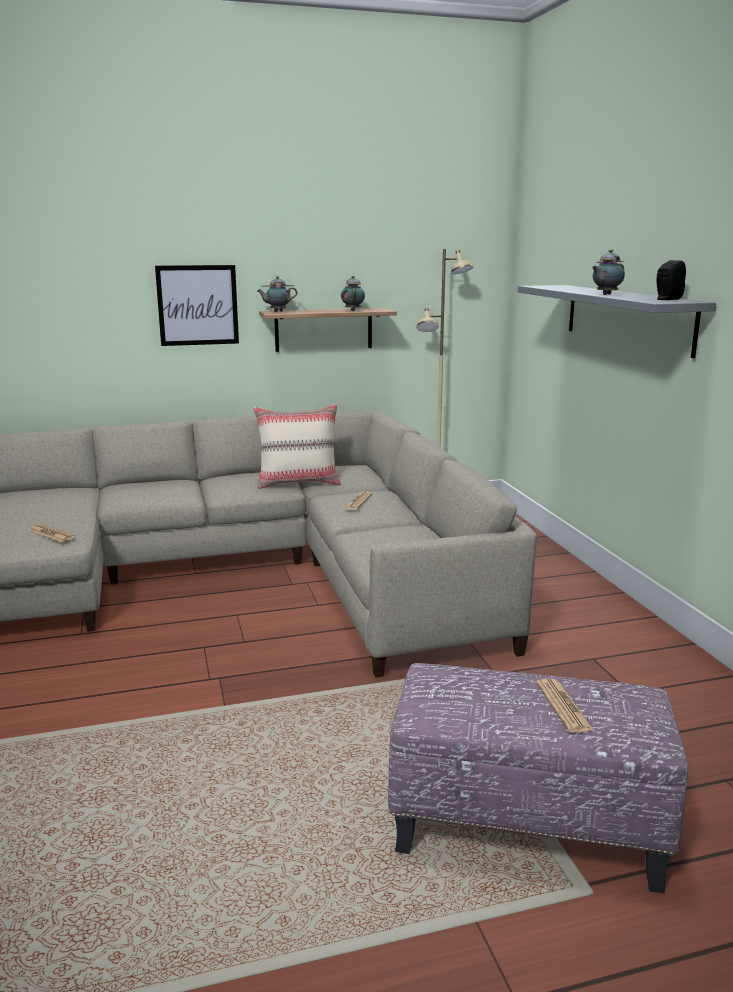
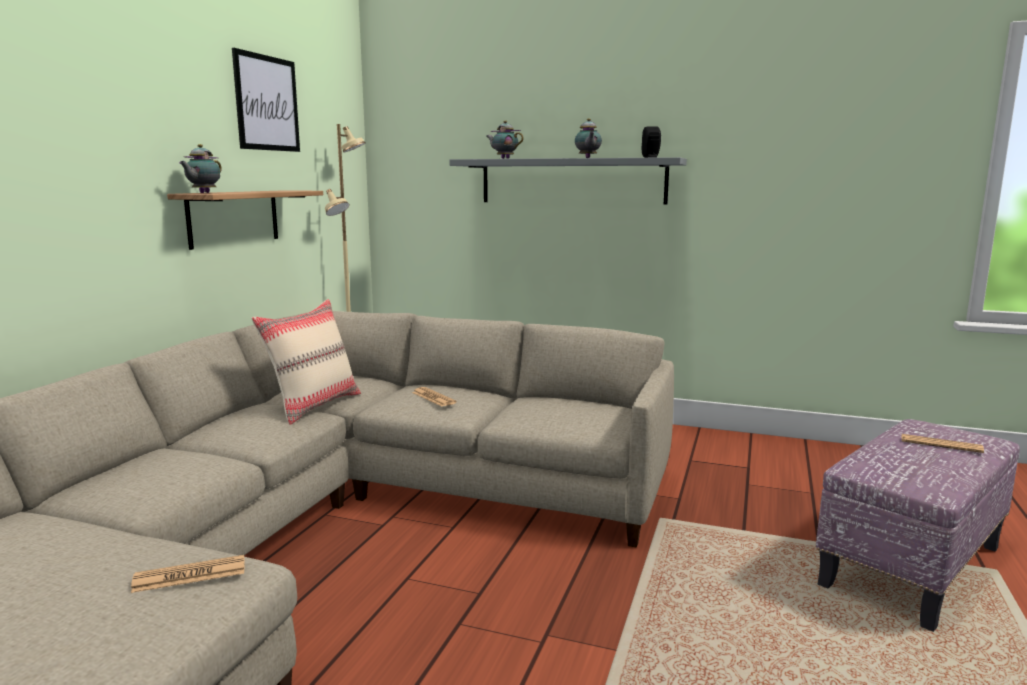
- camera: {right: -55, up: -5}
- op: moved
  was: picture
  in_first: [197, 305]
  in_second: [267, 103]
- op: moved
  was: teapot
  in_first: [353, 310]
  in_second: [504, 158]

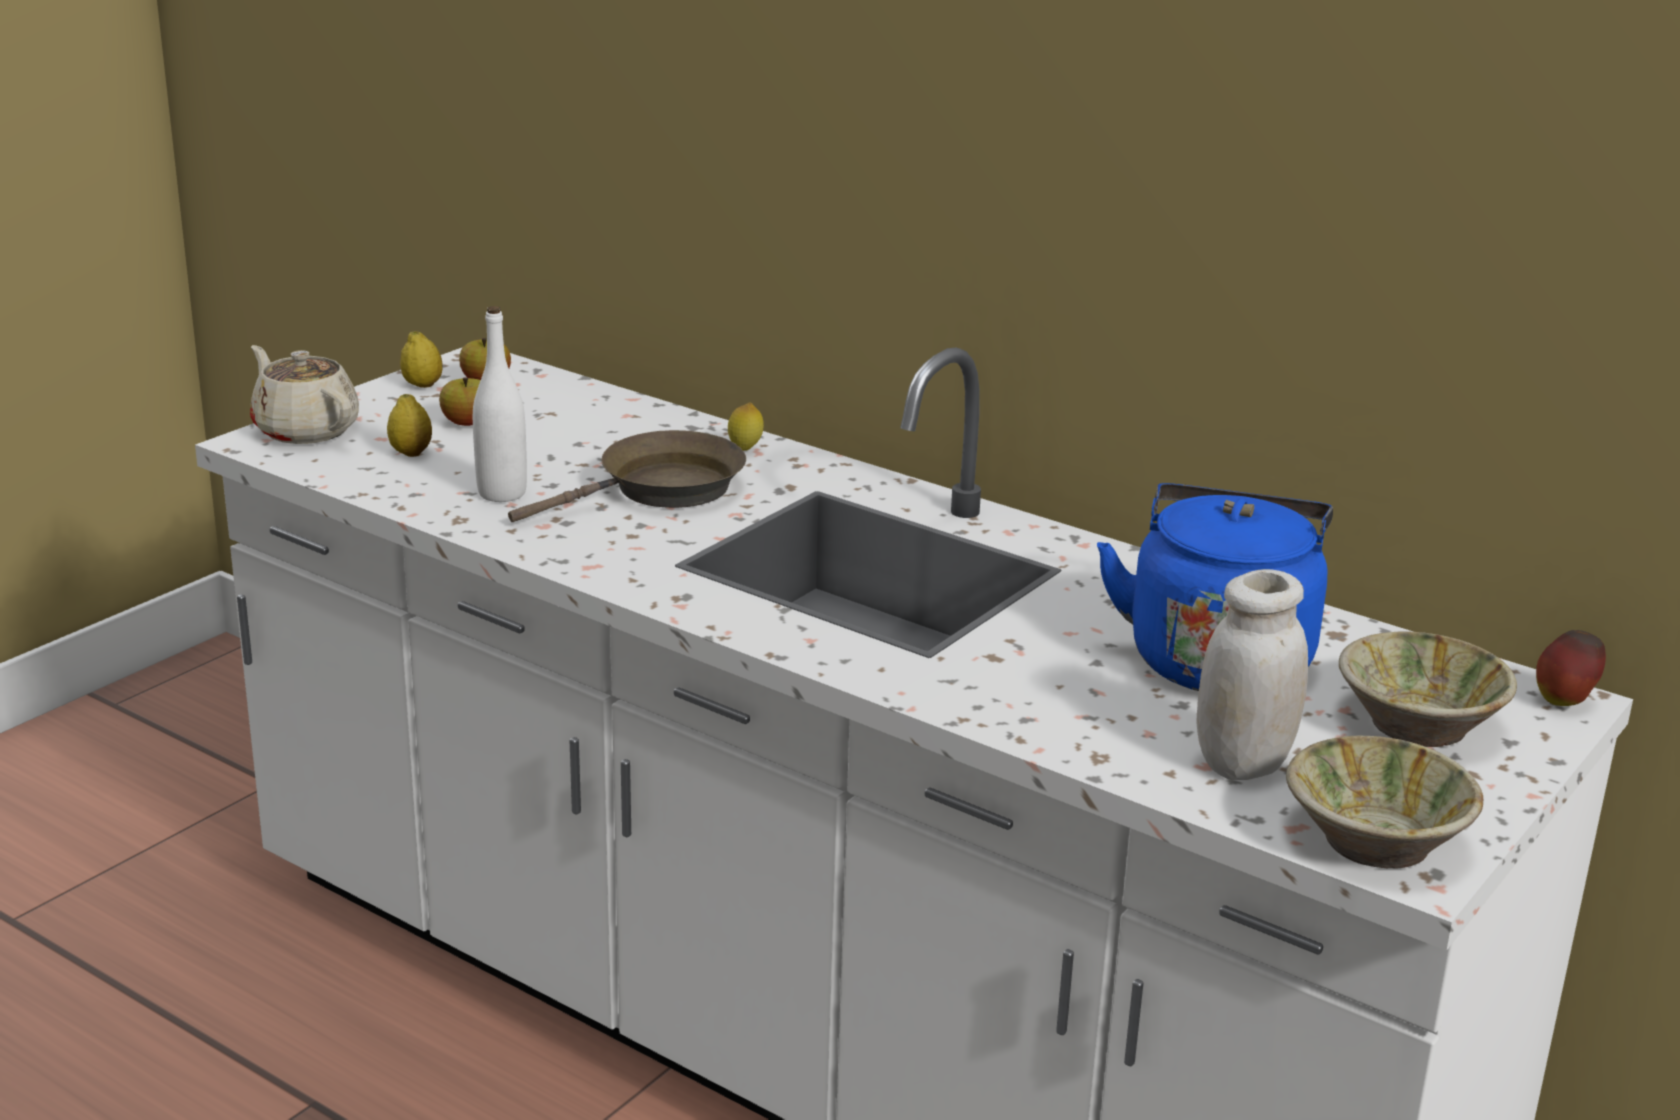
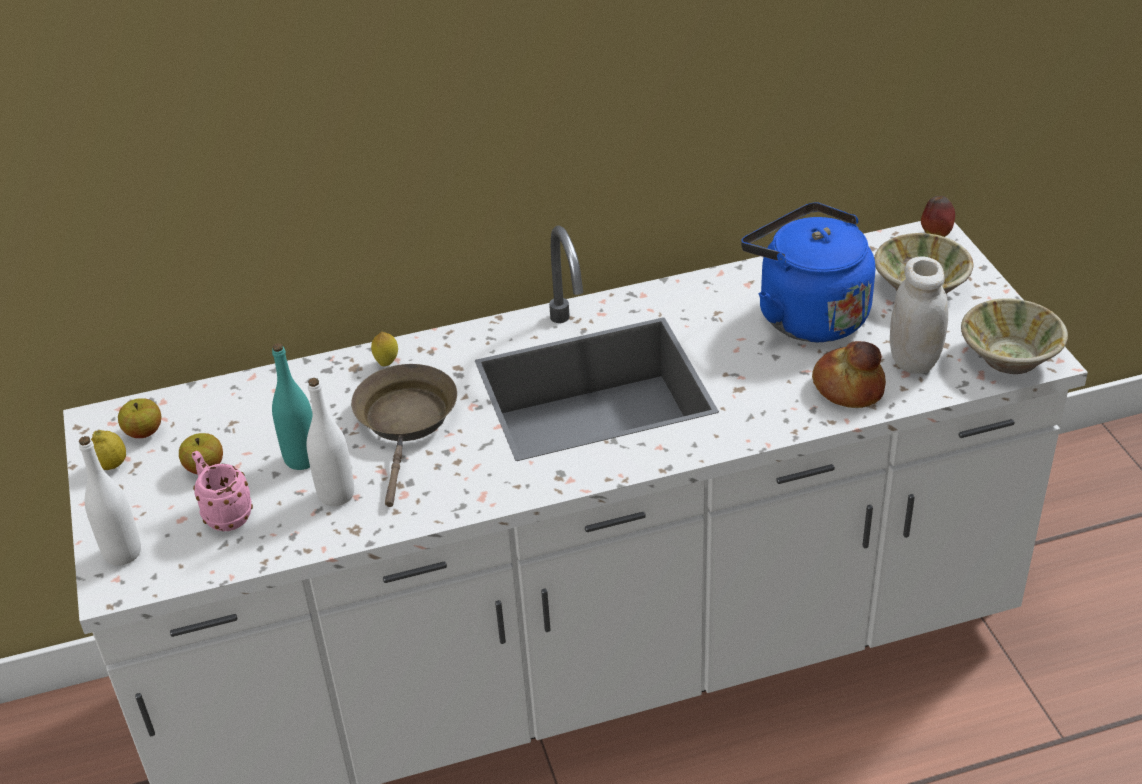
- camera: {right: -50, up: 15}
- op: added
  now: bottle/turquoise
  in_second: [302, 459]
- op: added
  now: bread
  in_second: [848, 387]
- op: replaced
  was: teapot/beige
  now: bottle/white
  in_first: [305, 430]
  in_second: [123, 553]
- op: replaced
  was: lemon
  now: mug/pink
  in_first: [411, 453]
  in_second: [224, 513]

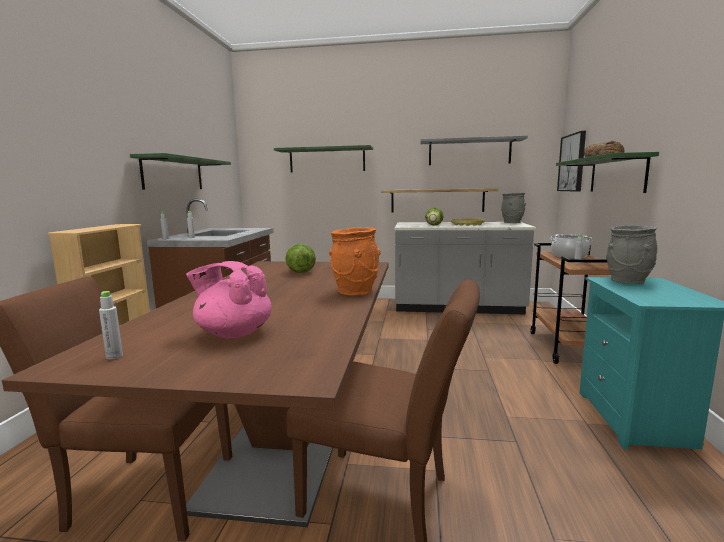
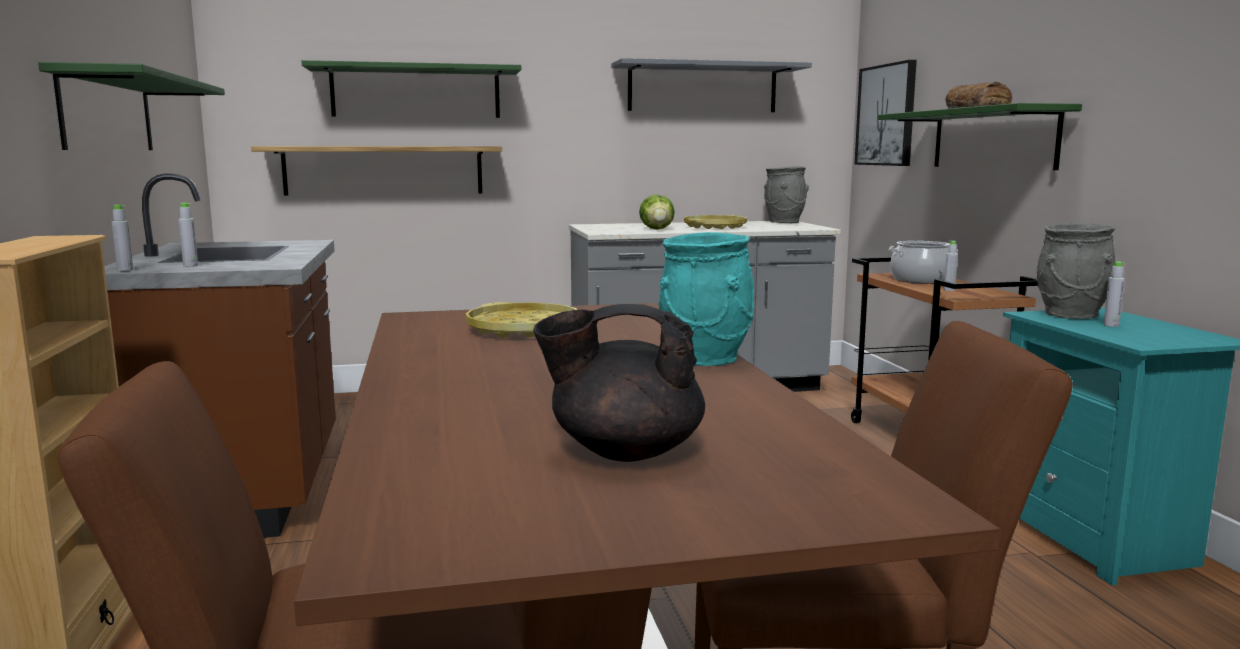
- camera: {right: -20, up: 0}
- op: moved
  was: bottle/grey
  in_first: [114, 356]
  in_second: [1111, 325]
- op: moved
  was: shelf
  in_first: [437, 200]
  in_second: [384, 170]
- op: replaced
  was: lettuce
  now: tray/yellow
  in_first: [300, 272]
  in_second: [523, 329]
- op: recoloured
  was: teapot/pink
  now: teapot/black
  in_first: [233, 333]
  in_second: [624, 451]
- op: recoloured
  was: vase/orange
  now: vase/turquoise
  in_first: [355, 291]
  in_second: [704, 359]

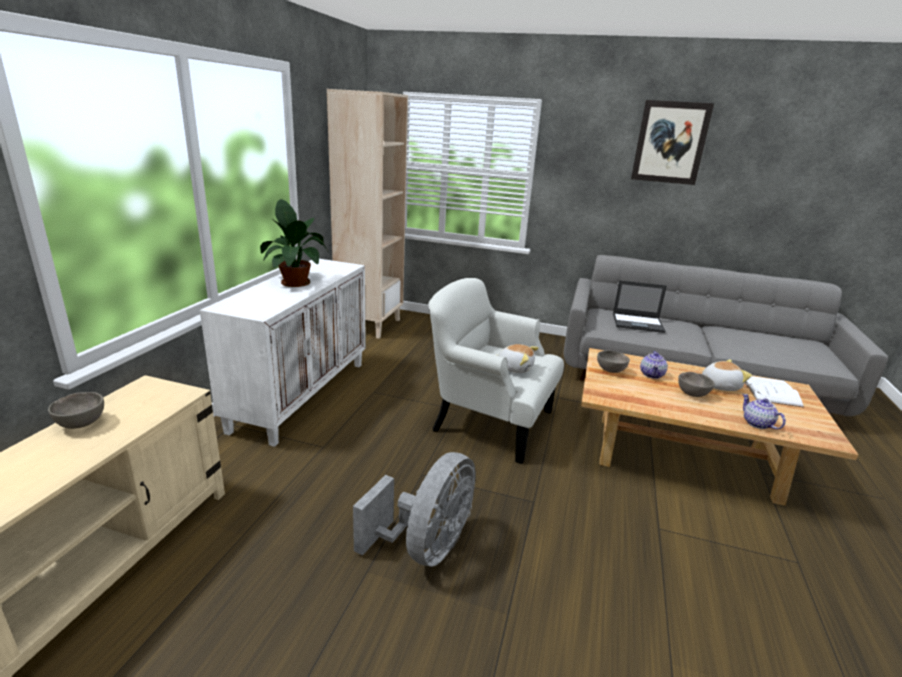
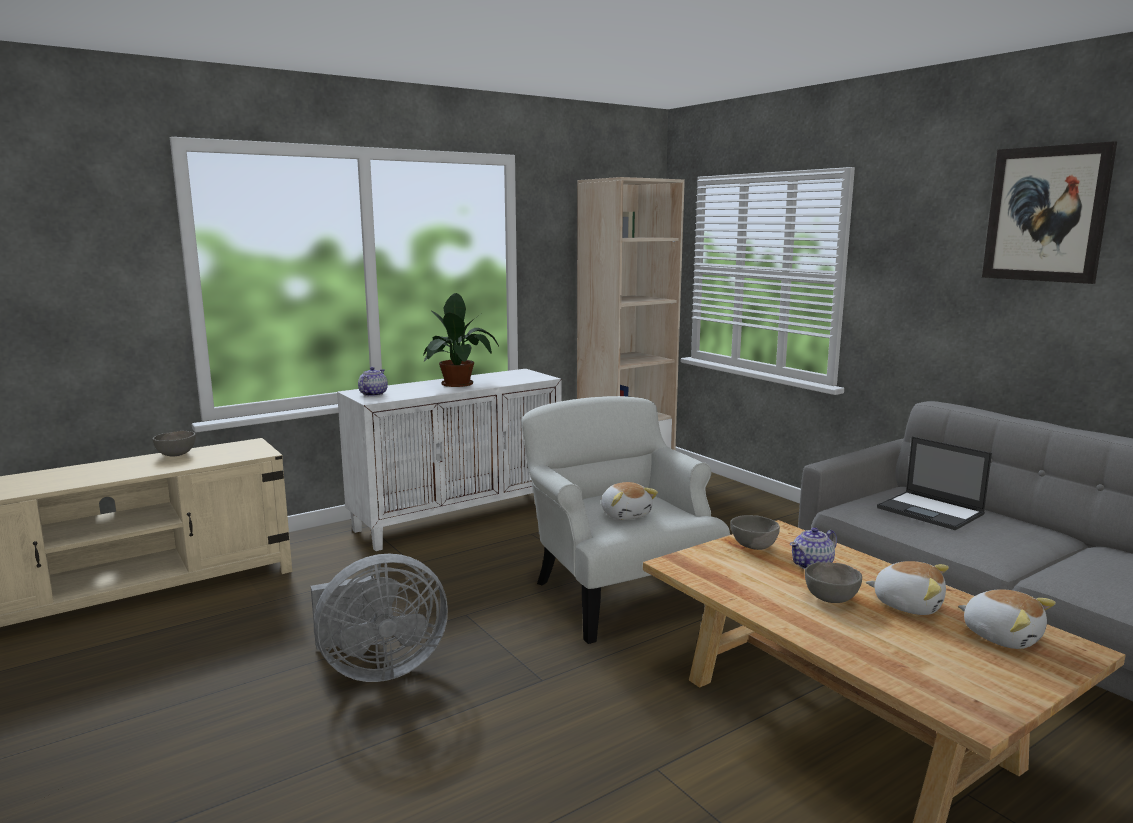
- camera: {right: 40, up: -10}
- op: moved
  was: teapot
  in_first: [757, 424]
  in_second: [373, 394]
- op: replaced
  was: book/white
  now: plush toy
  in_first: [770, 391]
  in_second: [1002, 636]

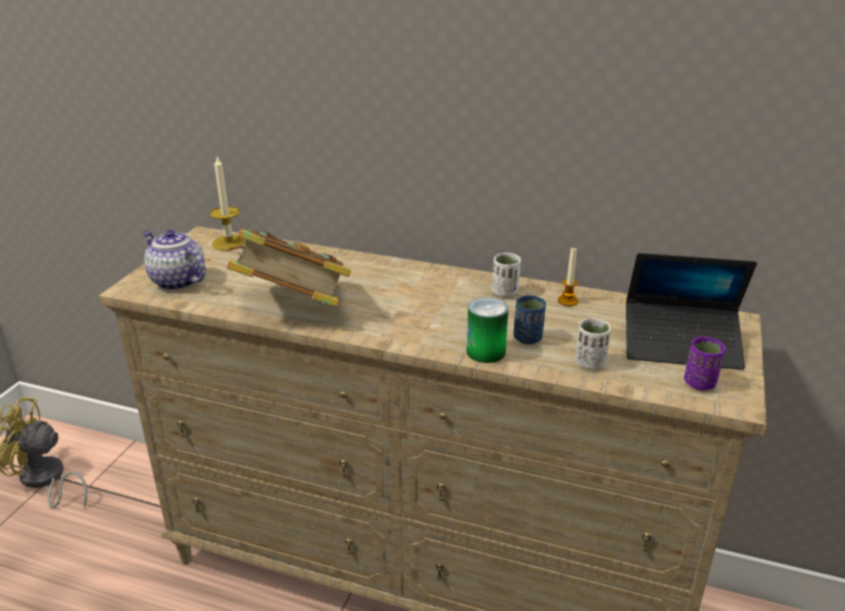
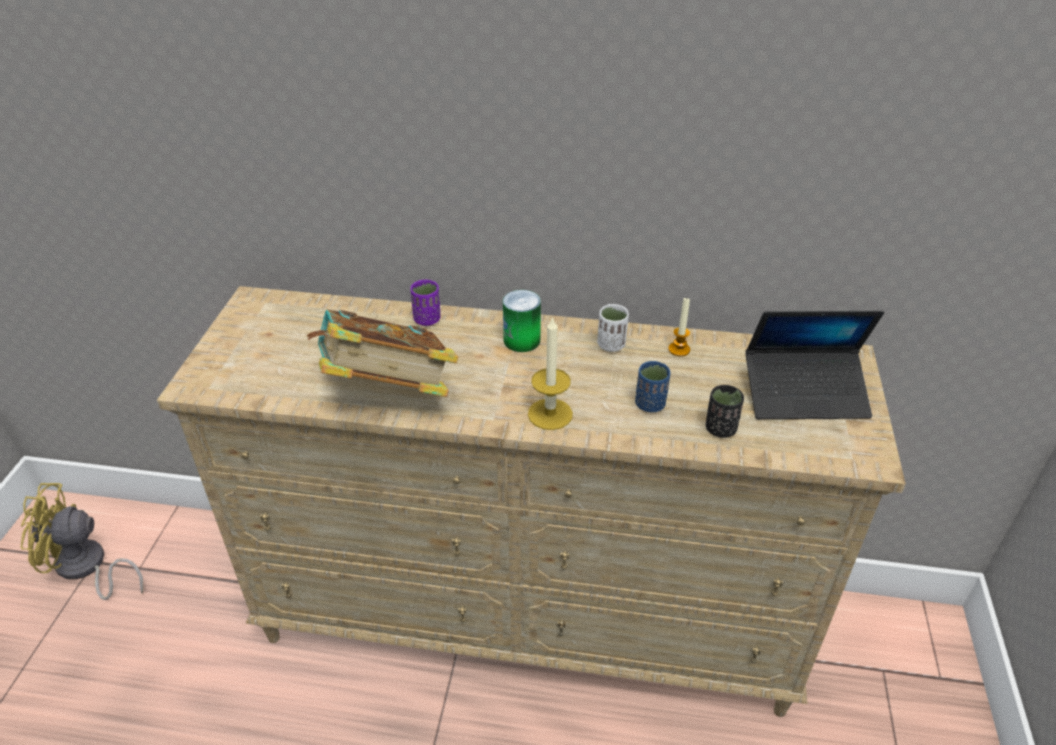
- camera: {right: -10, up: 10}
- op: removed
  was: teapot
  in_first: [176, 281]
- op: moved
  was: candle
  in_first: [229, 243]
  in_second: [550, 414]
- op: moved
  was: can
  in_first: [485, 351]
  in_second: [522, 340]
- op: moved
  was: cup/purple
  in_first: [699, 383]
  in_second: [427, 319]
- op: recoloured
  was: cup/white
  now: cup/black
  in_first: [590, 363]
  in_second: [720, 429]

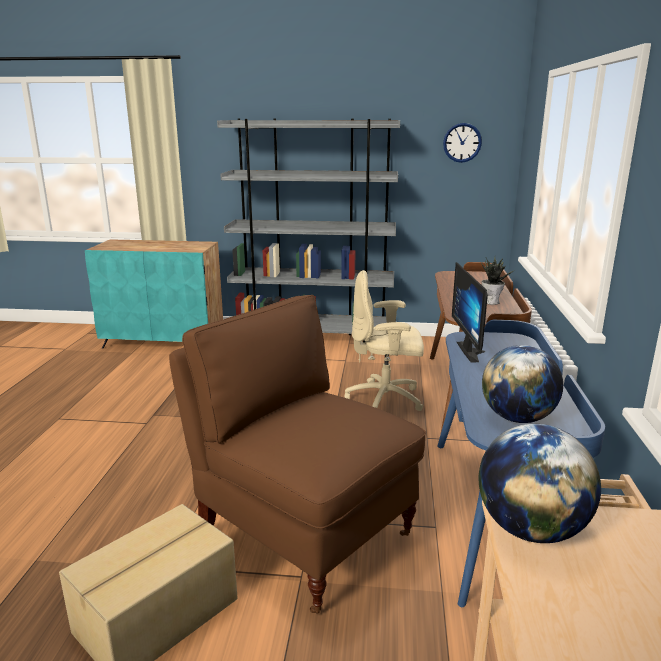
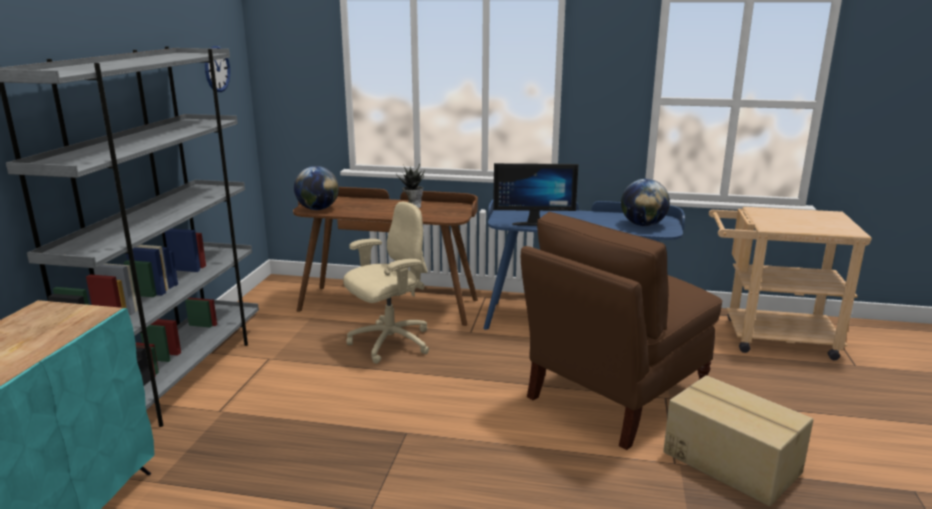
- camera: {right: -85, up: 0}
- op: moved
  was: globe
  in_first: [530, 529]
  in_second: [317, 209]
- op: turned
  was: office chair/beige
  in_first: [386, 400]
  in_second: [389, 343]
  clockwise: -135

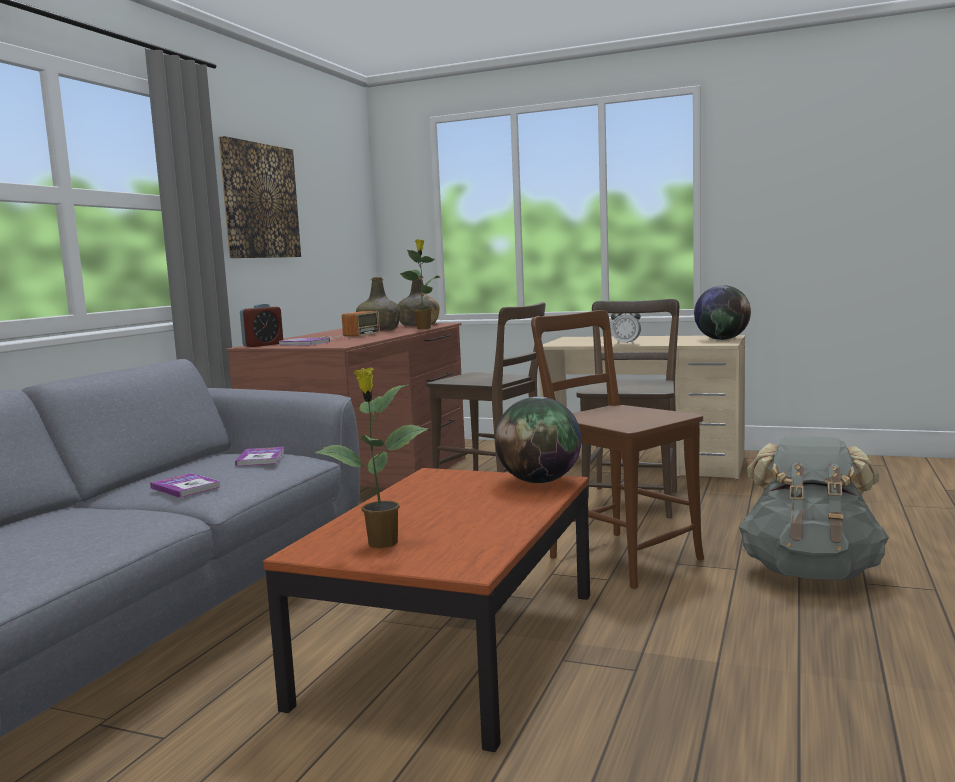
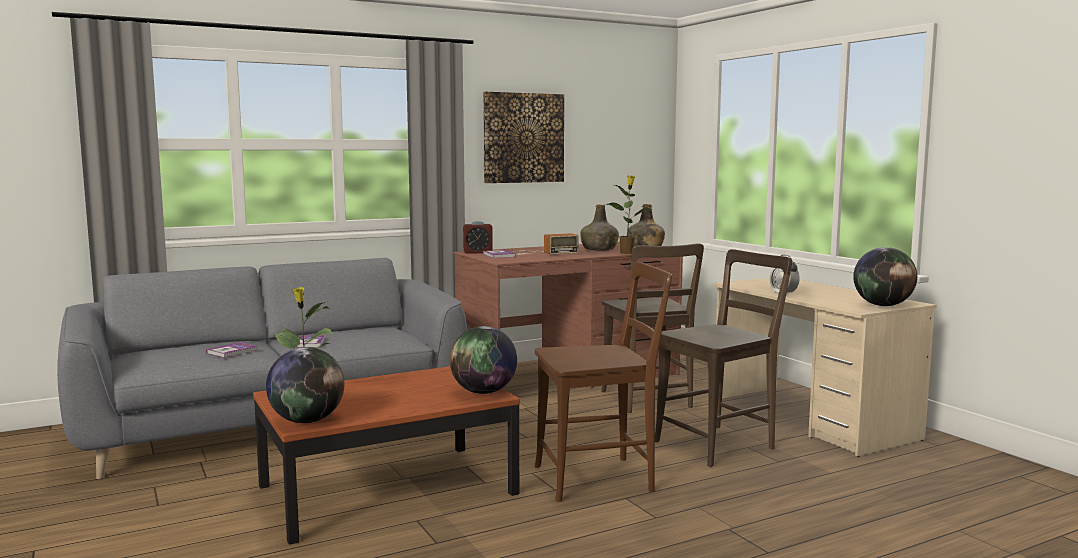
- camera: {right: 40, up: 0}
- op: removed
  was: backpack/grey
  in_first: [810, 572]
- op: added
  now: globe
  in_second: [307, 421]
- op: moved
  was: book
  in_first: [260, 458]
  in_second: [232, 351]
- op: turned
  was: chair/brown
  in_first: [618, 556]
  in_second: [600, 478]
  clockwise: 75

